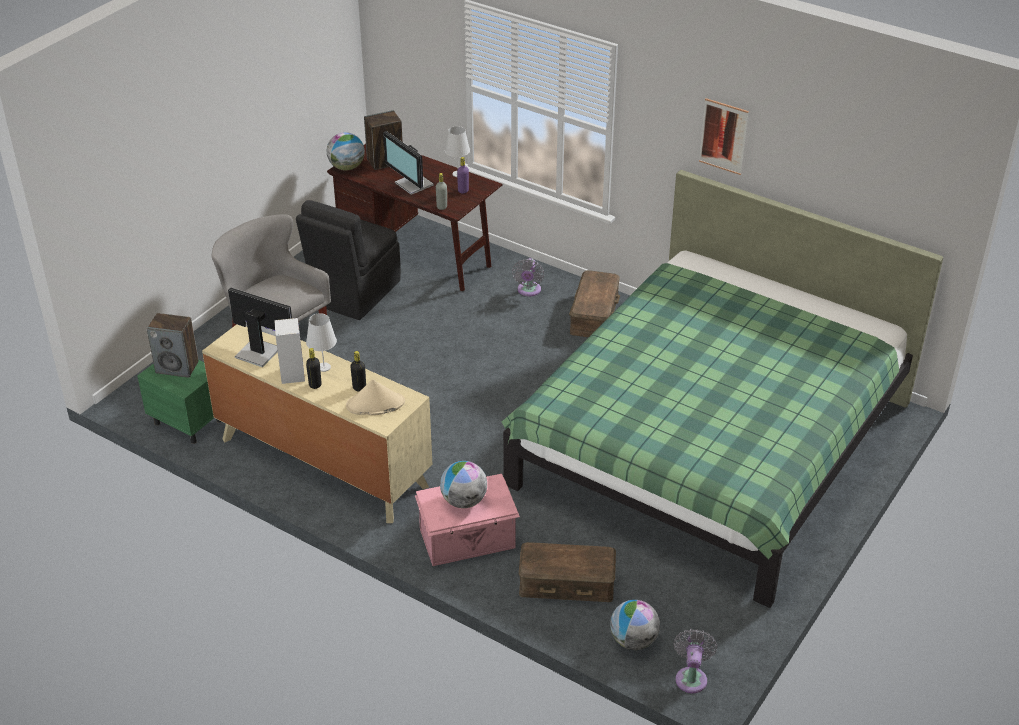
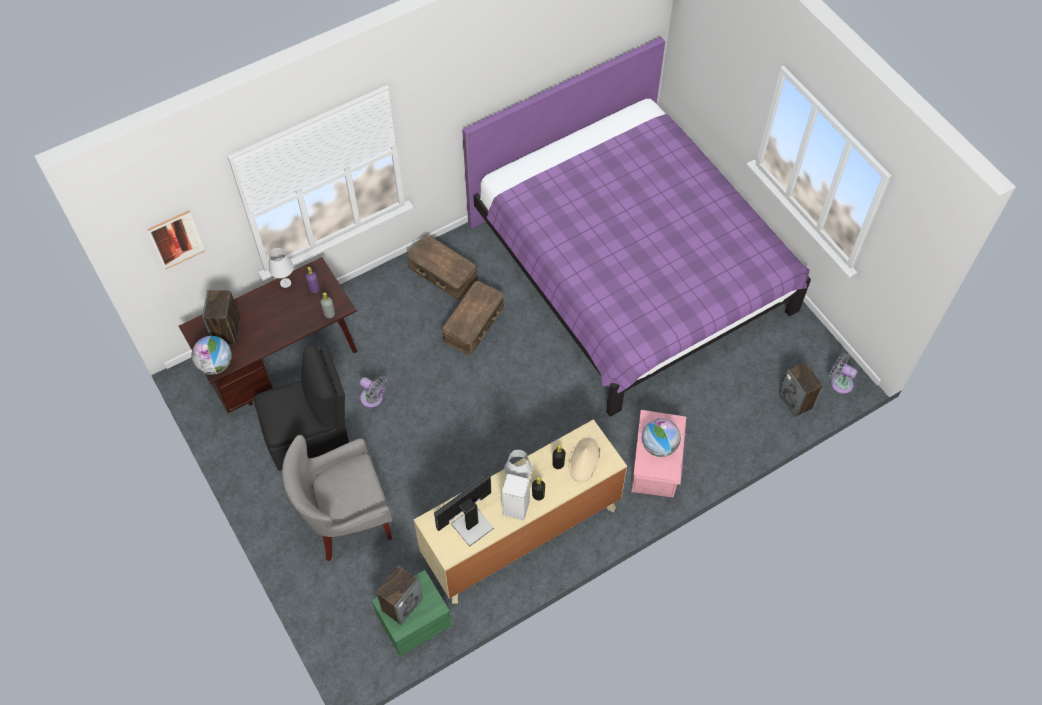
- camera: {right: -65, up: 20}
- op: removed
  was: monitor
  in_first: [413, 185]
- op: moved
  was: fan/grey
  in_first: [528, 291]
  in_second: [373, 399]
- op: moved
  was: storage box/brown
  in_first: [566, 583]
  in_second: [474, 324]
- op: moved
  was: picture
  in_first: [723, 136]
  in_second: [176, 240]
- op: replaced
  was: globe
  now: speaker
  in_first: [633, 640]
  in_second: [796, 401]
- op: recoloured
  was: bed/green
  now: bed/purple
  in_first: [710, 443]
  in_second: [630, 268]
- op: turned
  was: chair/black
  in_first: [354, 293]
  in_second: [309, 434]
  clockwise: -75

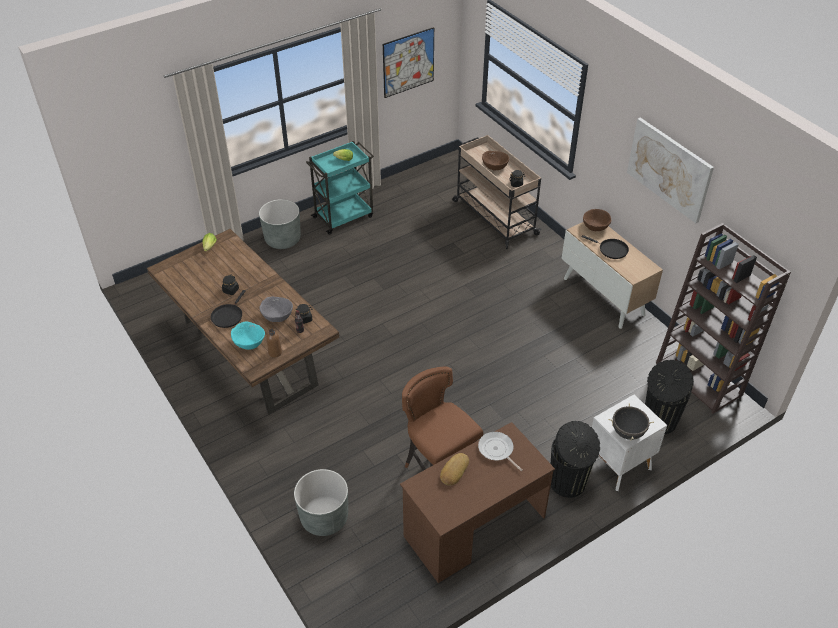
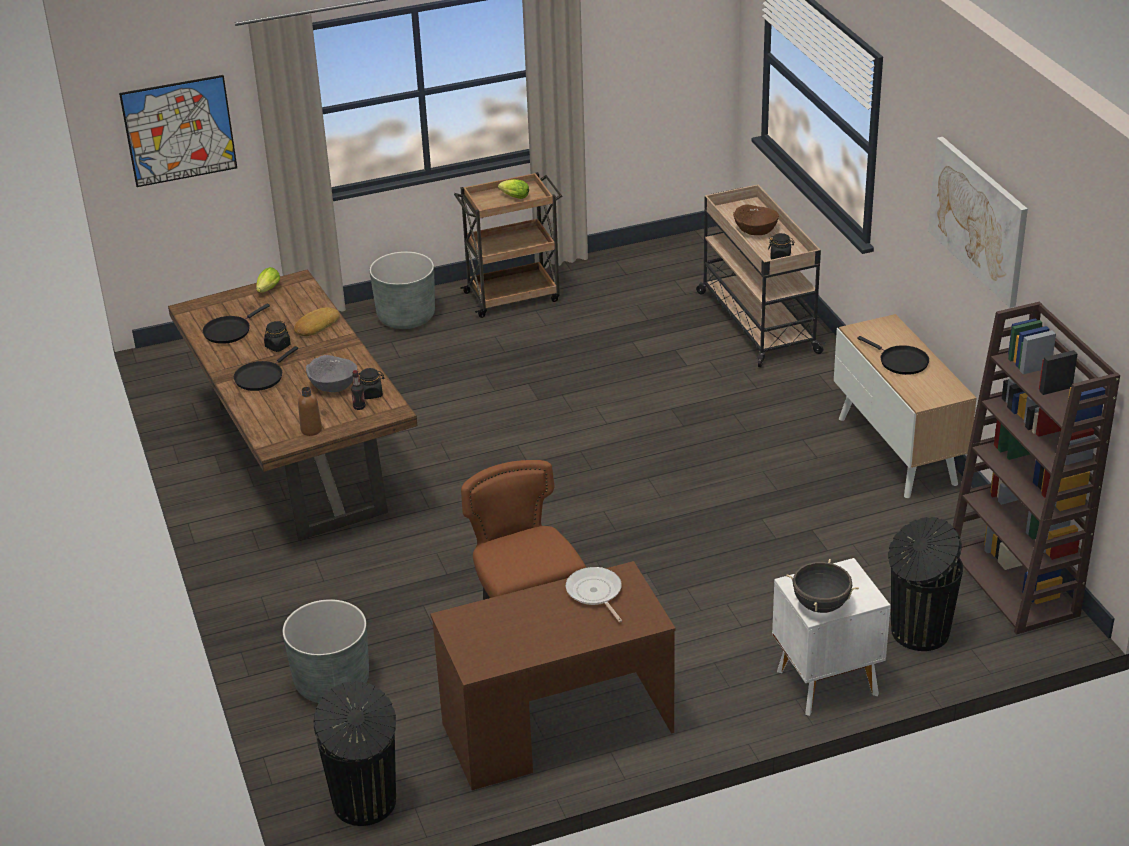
- camera: {right: 15, up: -10}
- op: removed
  was: bowl/turquoise
  in_first: [249, 342]
- op: removed
  was: bowl/brown
  in_first: [595, 226]
- op: added
  now: frying pan/black
  in_second: [229, 331]
- op: moved
  was: picture
  in_first: [408, 62]
  in_second: [179, 131]
- op: moved
  was: bread
  in_first: [453, 471]
  in_second: [316, 325]
- op: moved
  was: trash can/black
  in_first: [568, 483]
  in_second: [365, 804]
- op: recoloured
  was: cart/turquoise
  now: cart/brown
  in_first: [344, 216]
  in_second: [513, 296]

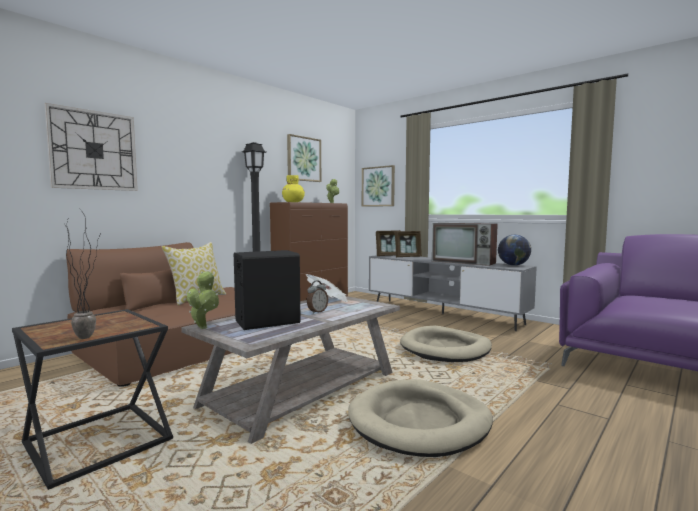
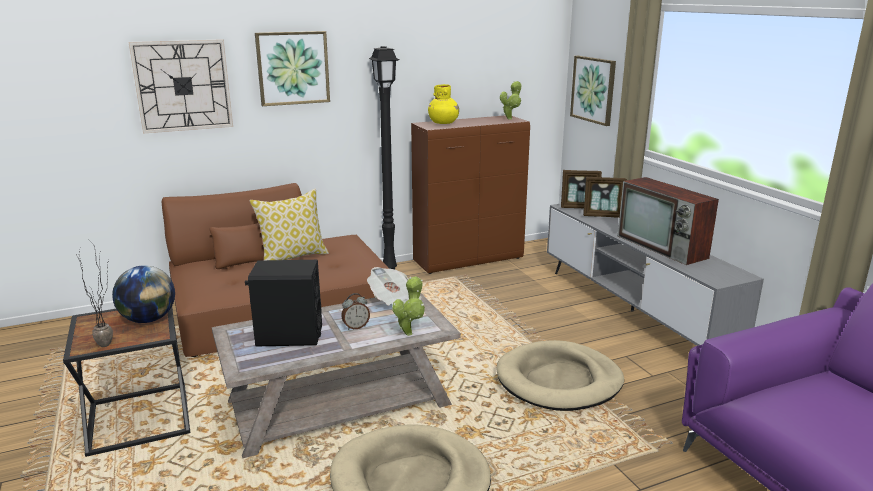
- camera: {right: 25, up: 15}
- op: moved
  was: potted plant
  in_first: [203, 327]
  in_second: [409, 332]
- op: moved
  was: picture
  in_first: [303, 159]
  in_second: [293, 68]
- op: moved
  was: globe
  in_first: [513, 265]
  in_second: [148, 319]

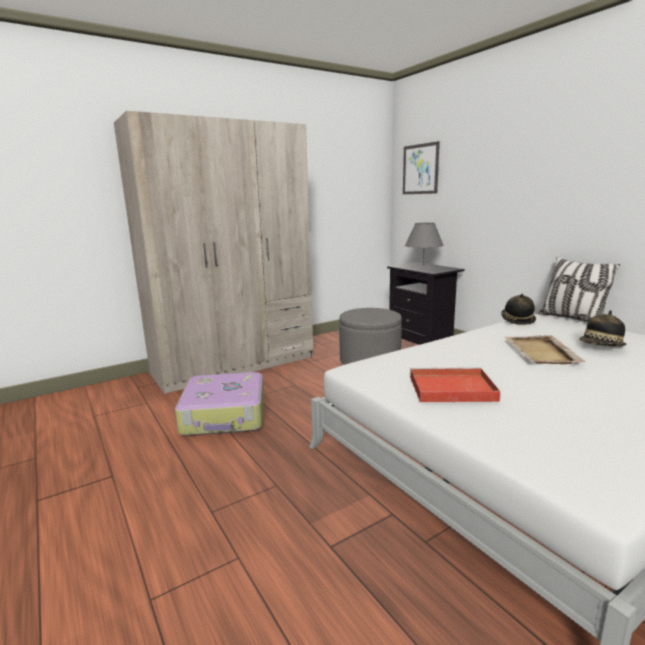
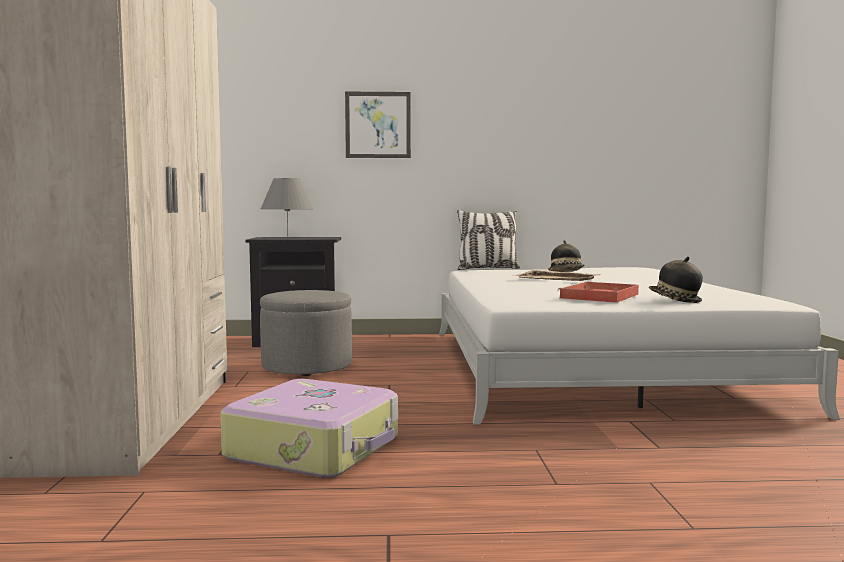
- camera: {right: -60, up: -10}
- op: moved
  was: picture
  in_first: [420, 169]
  in_second: [378, 125]
- op: moved
  was: hat
  in_first: [517, 320]
  in_second: [674, 300]

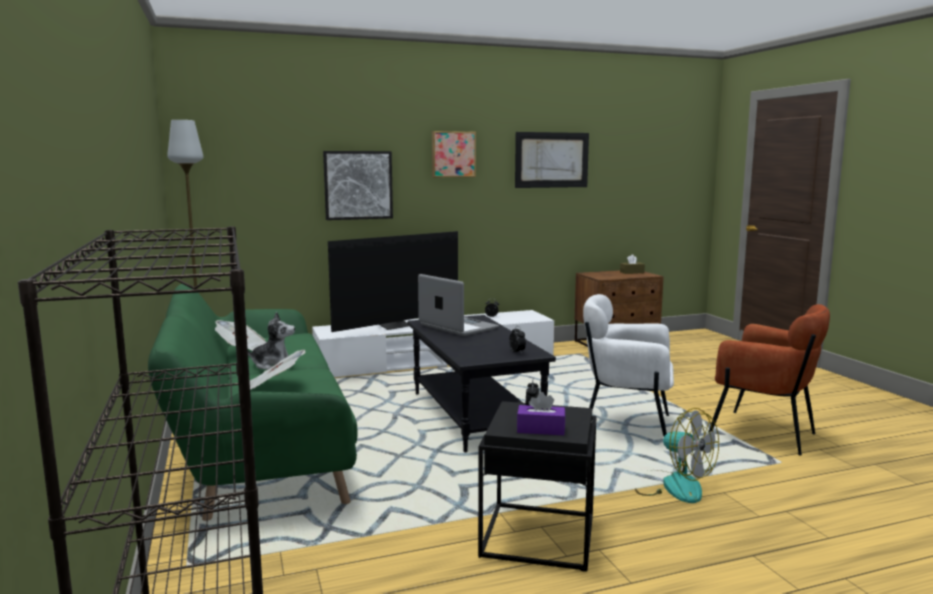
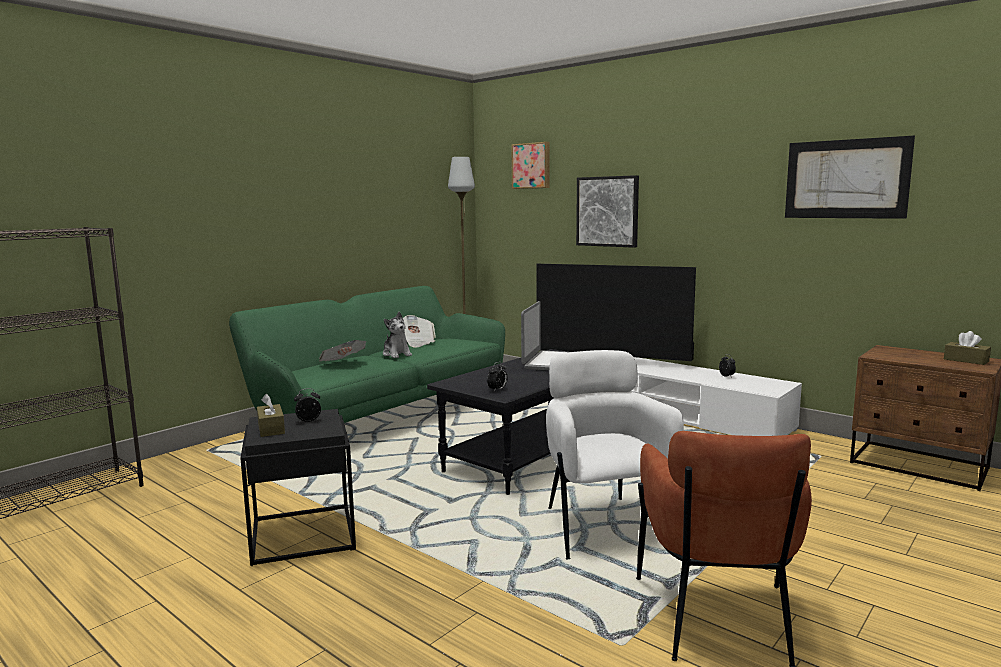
- camera: {right: 60, up: 0}
- op: removed
  was: fan
  in_first: [672, 485]
- op: moved
  was: picture
  in_first: [453, 154]
  in_second: [531, 166]
- op: recoloured
  was: tissue box/purple
  now: tissue box/brown
  in_first: [541, 429]
  in_second: [271, 428]

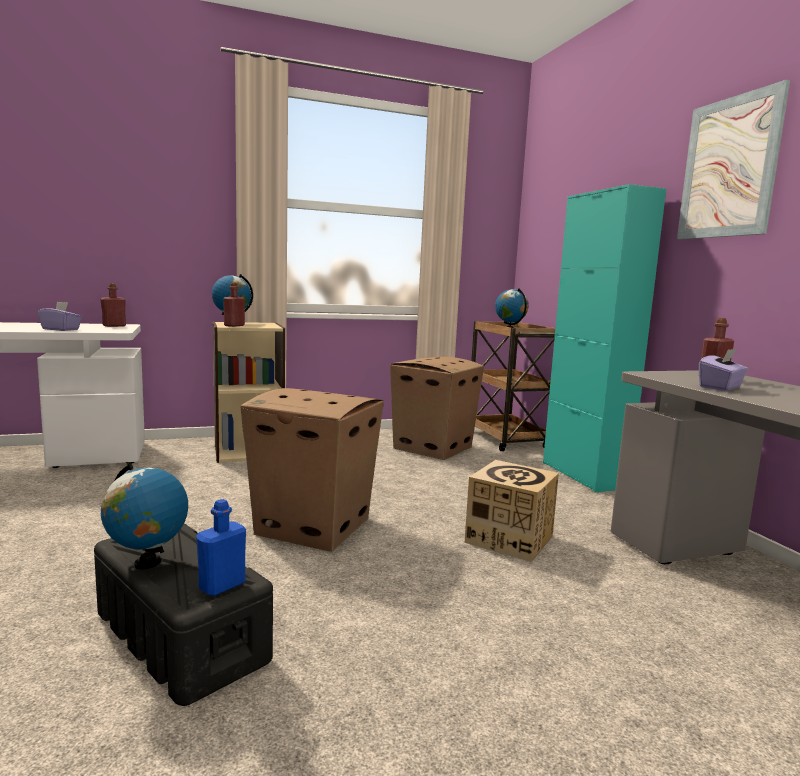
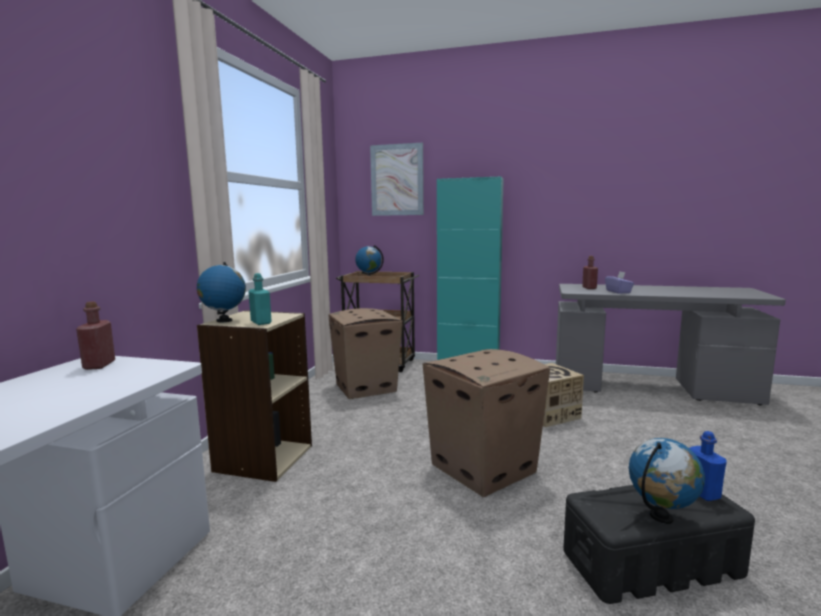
- camera: {right: -55, up: 0}
- op: removed
  was: tissue box/purple
  in_first: [61, 329]
- op: moved
  was: picture
  in_first: [729, 168]
  in_second: [397, 180]
- op: recoloured
  was: bottle/red
  now: bottle/turquoise
  in_first: [234, 325]
  in_second: [261, 322]

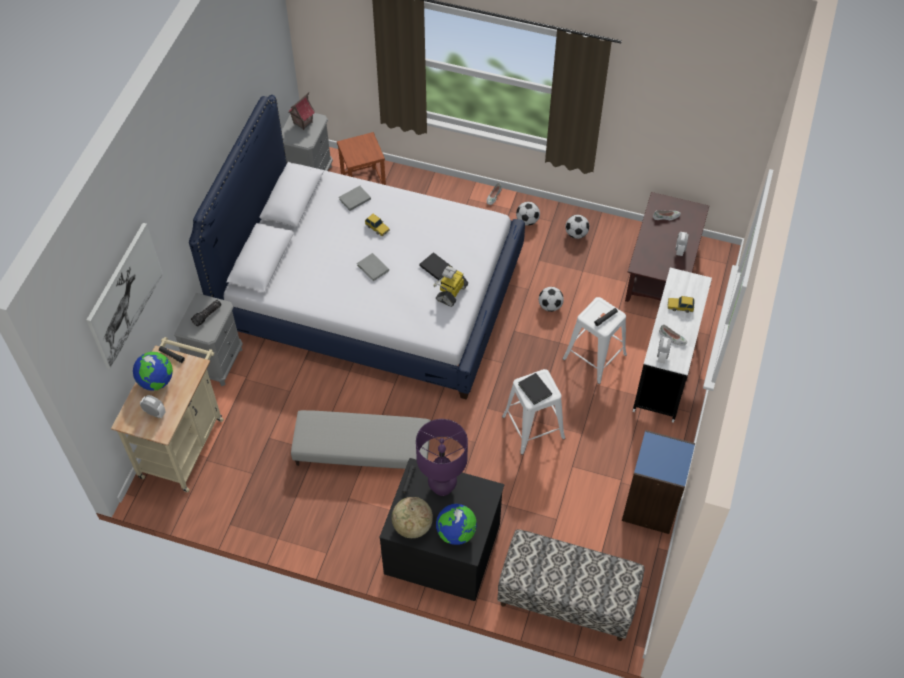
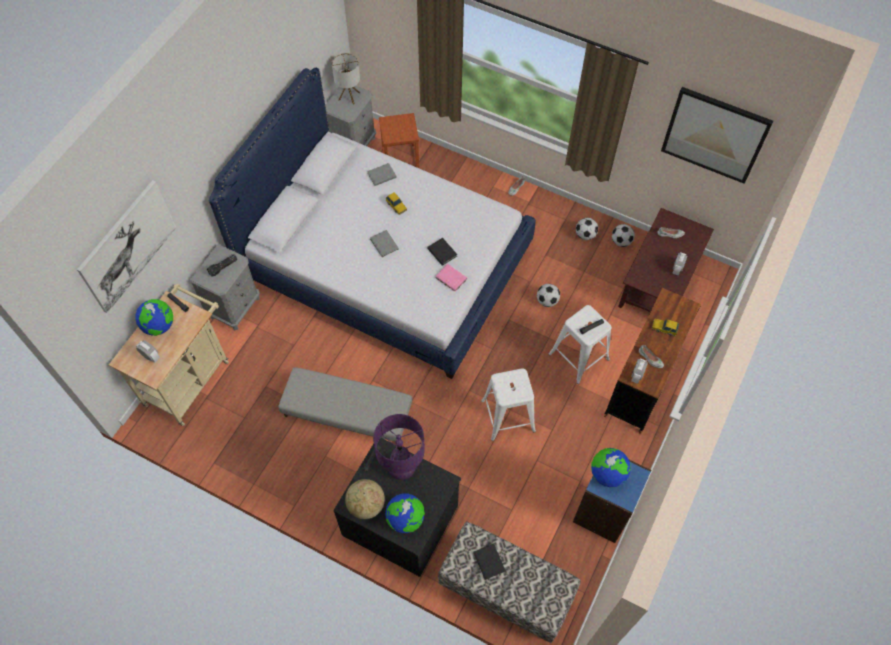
- camera: {right: 10, up: 5}
- op: added
  now: globe
  in_second: [607, 474]
- op: added
  now: picture
  in_second: [715, 135]
- op: moved
  was: football
  in_first: [527, 221]
  in_second: [621, 241]
- op: moved
  was: book/black
  in_first: [535, 390]
  in_second: [489, 563]
- op: replaced
  was: toy house
  now: table lamp
  in_first: [302, 123]
  in_second: [349, 96]
- op: replaced
  was: toy robot
  now: book/pink
  in_first: [451, 292]
  in_second: [451, 279]
- op: recoloured
  was: desk/white
  now: desk/brown
  in_first: [665, 369]
  in_second: [643, 379]

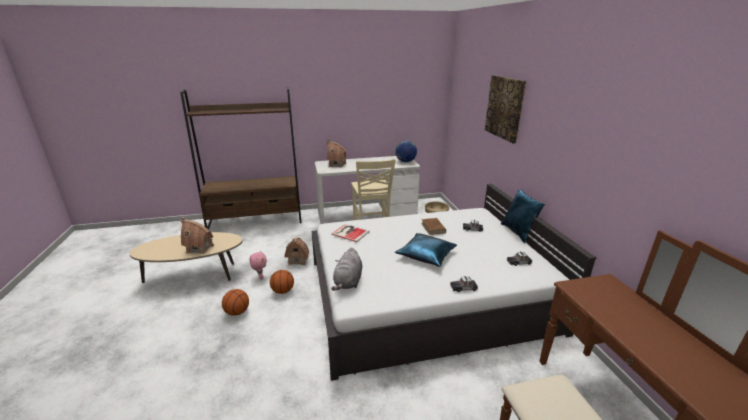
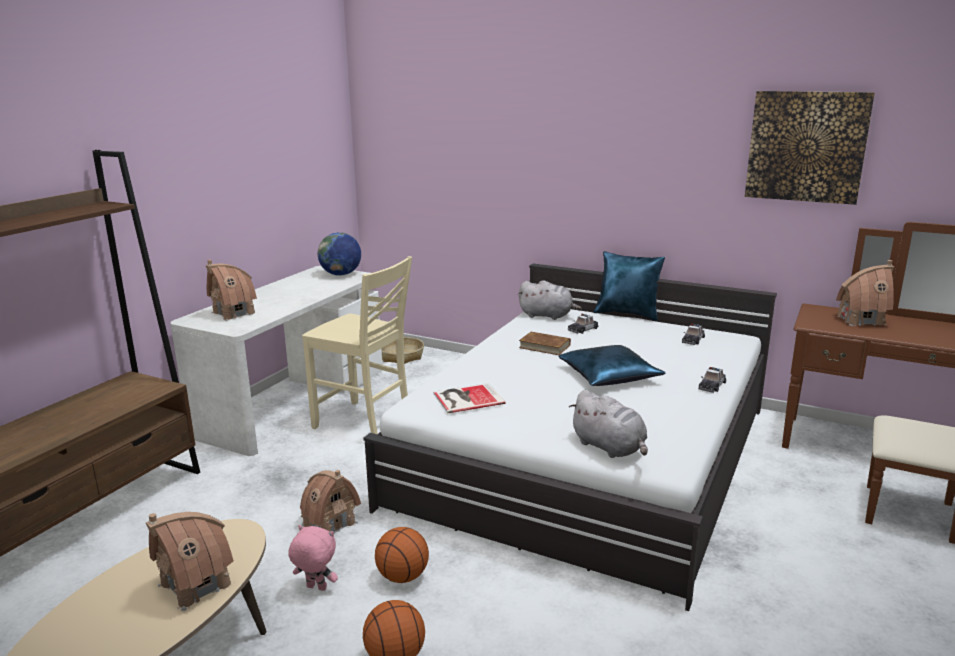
- camera: {right: -50, up: -5}
- op: added
  now: plush toy/grey
  in_second: [548, 316]
- op: added
  now: toy house
  in_second: [860, 319]
- op: moved
  was: picture
  in_first: [505, 108]
  in_second: [806, 146]

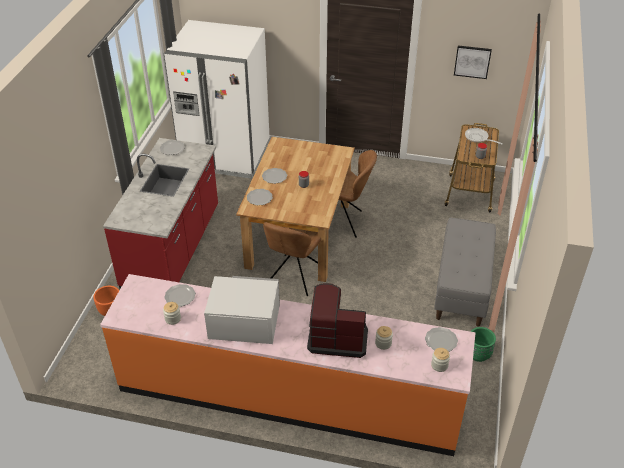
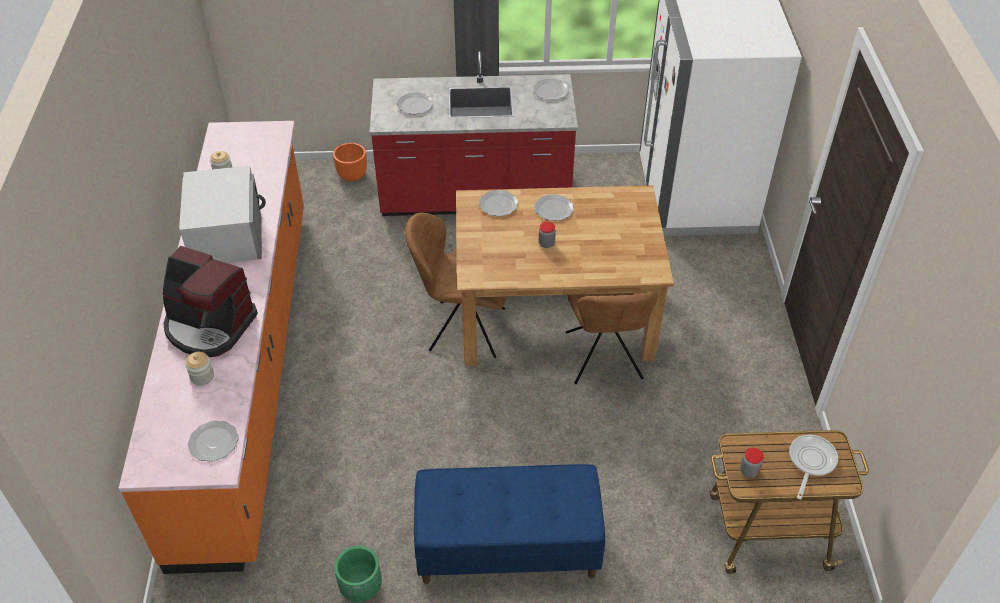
- camera: {right: 75, up: 5}
- op: removed
  was: jar
  in_first: [439, 365]
- op: removed
  was: picture
  in_first: [472, 61]
- op: moved
  was: plate
  in_first: [180, 296]
  in_second: [415, 105]
- op: recoloured
  was: bench/grey
  now: bench/blue
  in_first: [462, 288]
  in_second: [507, 548]
- op: turned
  was: coffee machine
  in_first: [337, 337]
  in_second: [209, 326]
  clockwise: 120

